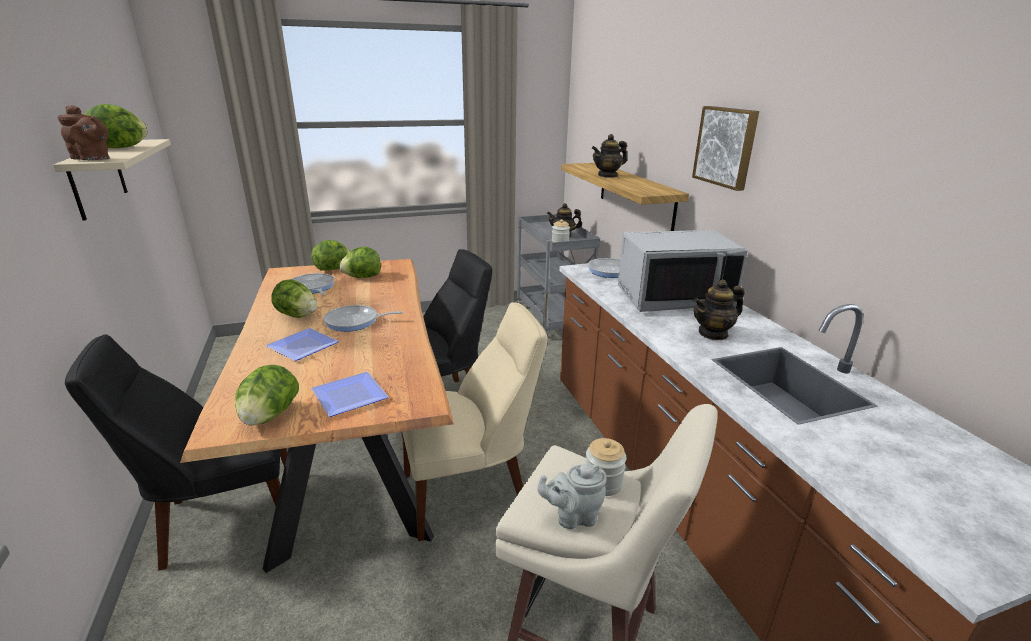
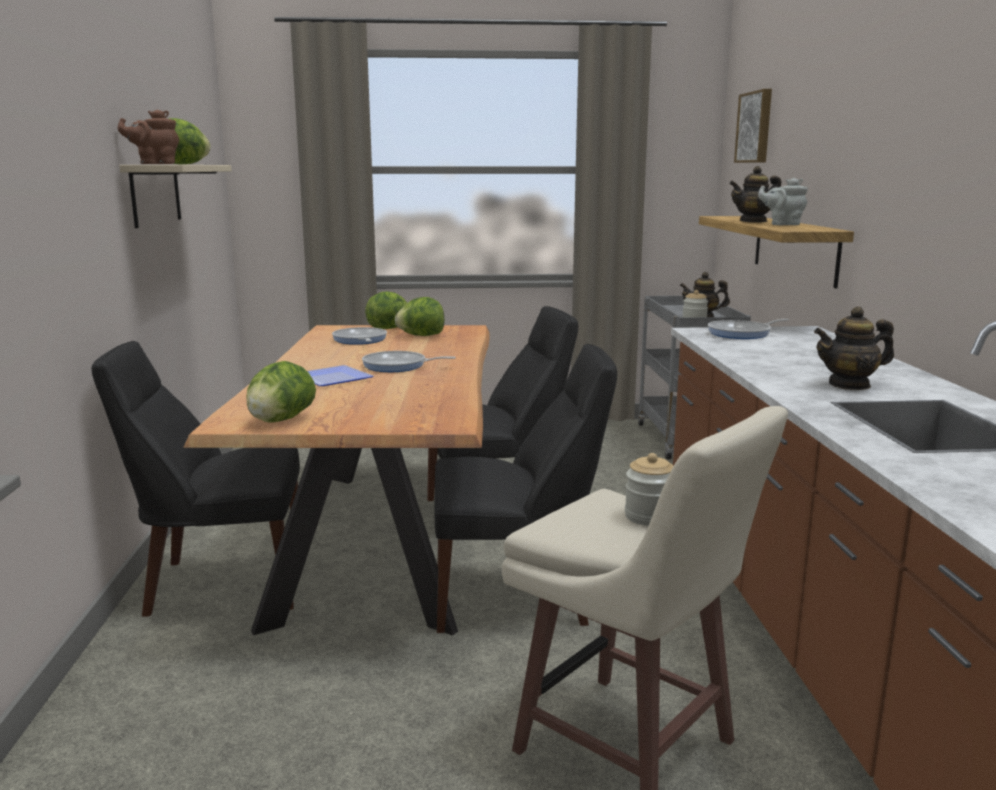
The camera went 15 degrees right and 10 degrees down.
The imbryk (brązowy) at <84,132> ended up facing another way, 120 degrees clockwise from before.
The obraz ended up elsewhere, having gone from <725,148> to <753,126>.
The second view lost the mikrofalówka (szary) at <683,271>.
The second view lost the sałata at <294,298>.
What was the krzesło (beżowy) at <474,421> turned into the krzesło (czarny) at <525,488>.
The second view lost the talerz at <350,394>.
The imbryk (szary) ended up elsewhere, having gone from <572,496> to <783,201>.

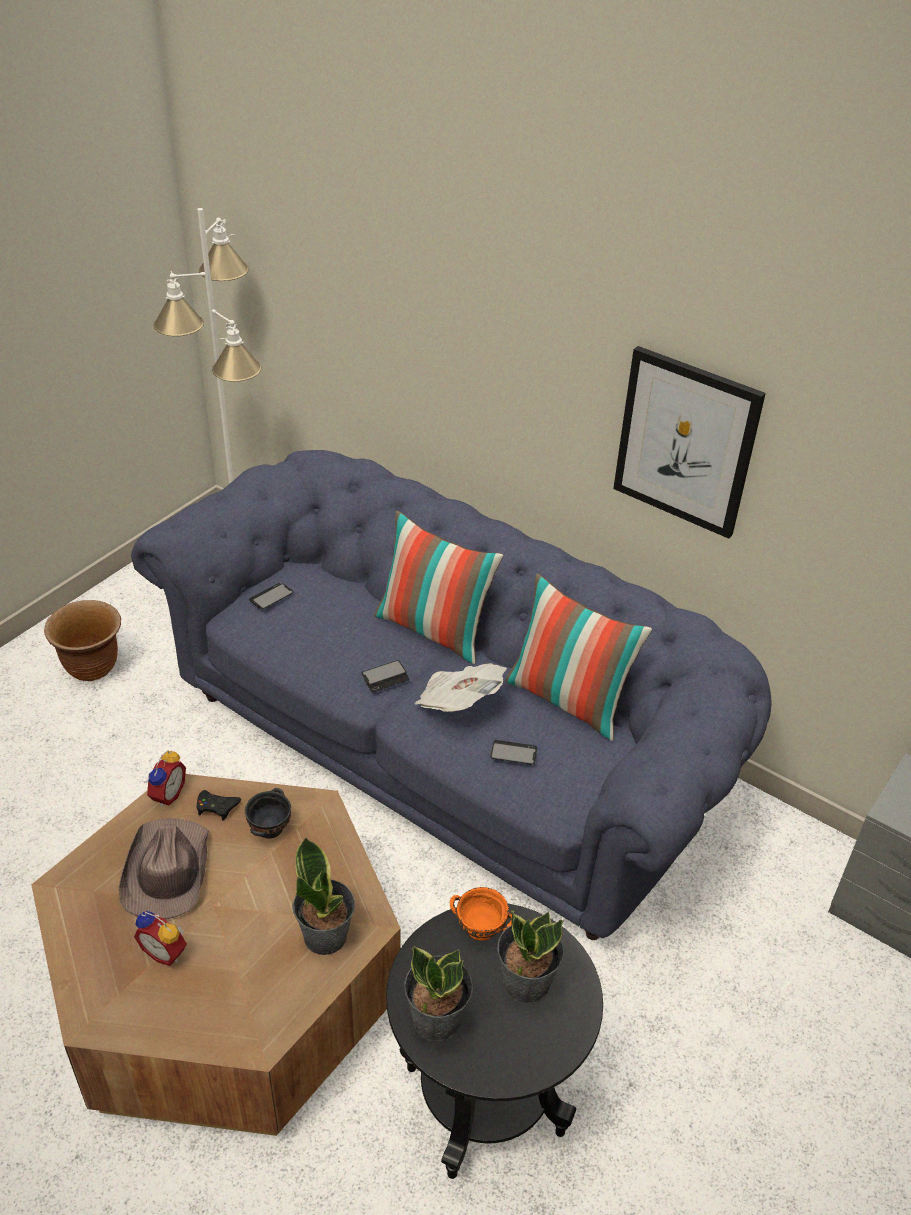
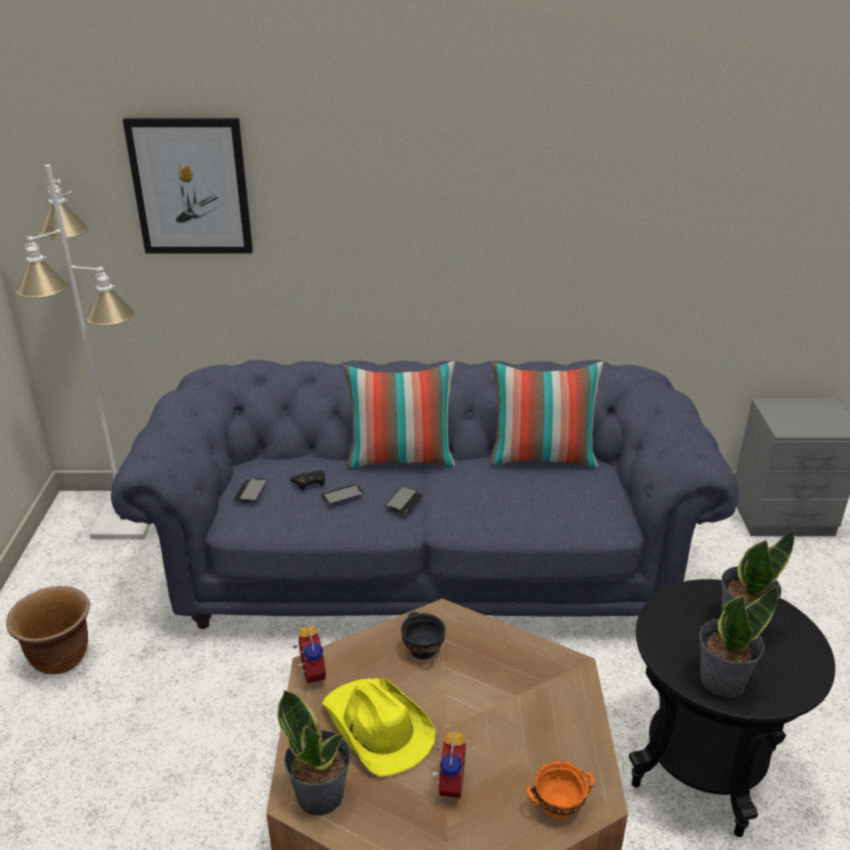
The camera went 35 degrees left and 10 degrees down.
The obraz ended up elsewhere, having gone from <689,442> to <188,186>.
The second view lost the gazeta at <461,687>.
The telefon ended up elsewhere, having gone from <513,752> to <342,494>.
The pad do gier (czarny) ended up elsewhere, having gone from <219,805> to <307,480>.
What was the kapelusz (brązowy) at <164,869> turned into the kapelusz (żółty) at <378,727>.
The roślina doniczkowa ended up elsewhere, having gone from <323,896> to <314,752>.
The miska (pomarańczowy) ended up elsewhere, having gone from <481,914> to <560,790>.
The budzik at <160,938> ended up facing another way, 75 degrees counterclockwise from before.

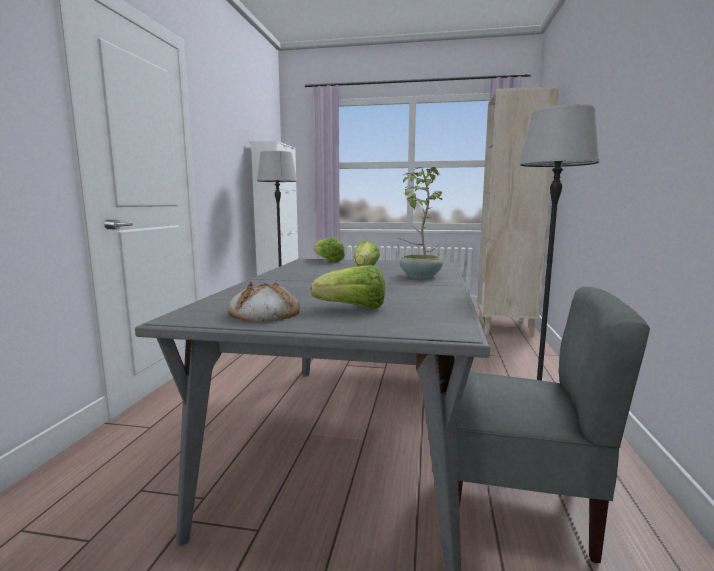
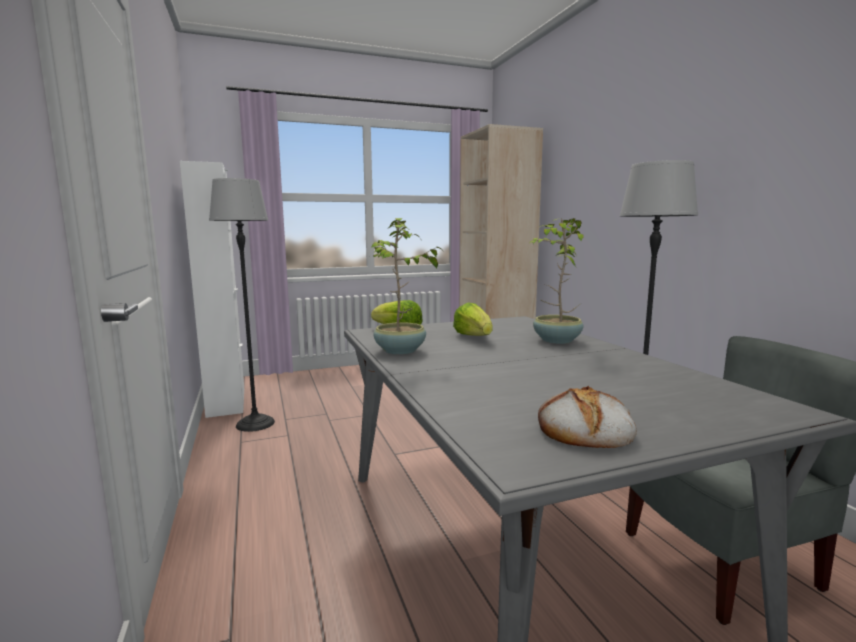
The camera went 30 degrees left and 0 degrees up.
The second view lost the sałata at <348,286>.
The second view gained the roślina doniczkowa at <408,286>.

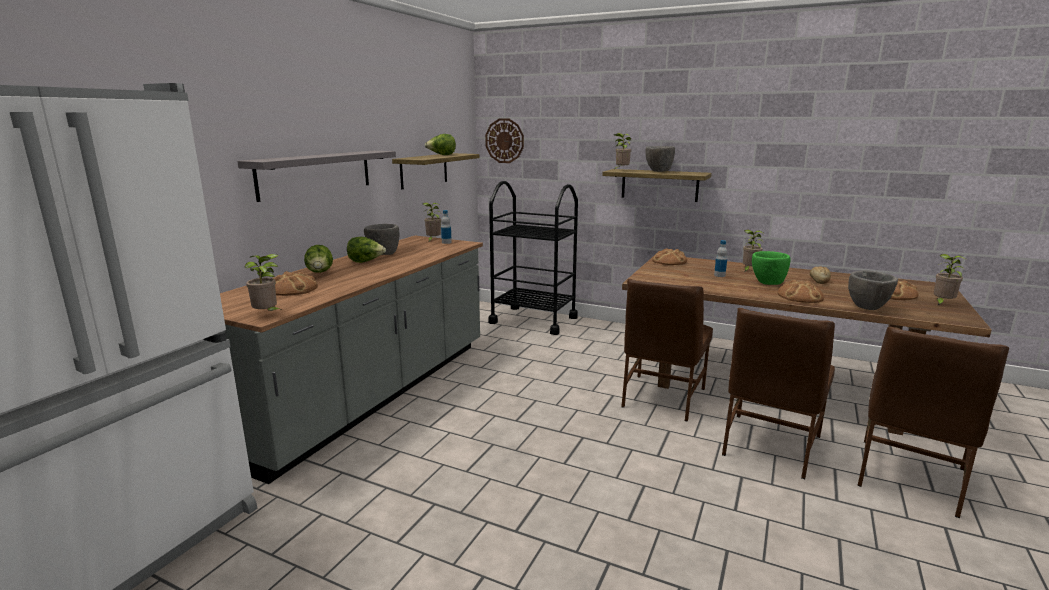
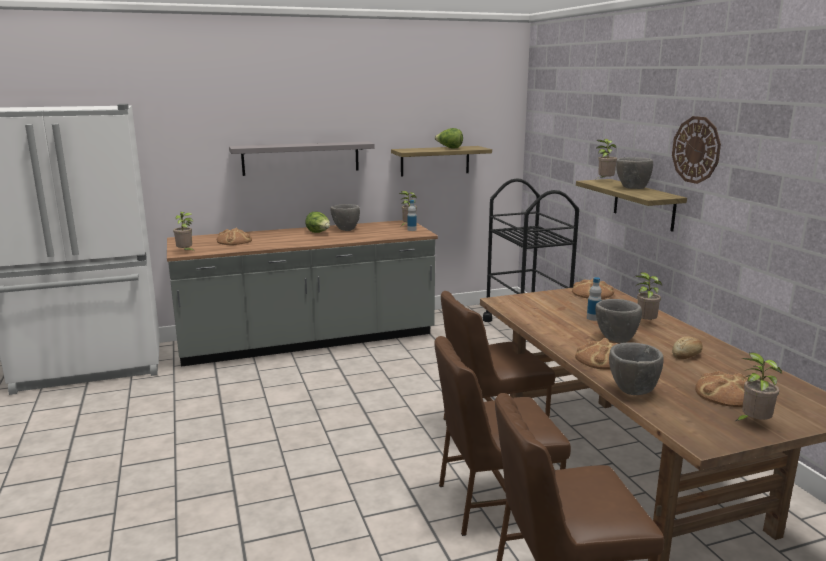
The camera went 45 degrees right and 0 degrees up.
The zegar ścienny ended up elsewhere, having gone from <504,141> to <696,150>.
The second view lost the sałata at <318,259>.
What was the miska (zielony) at <771,268> turned into the miska (szary) at <618,321>.

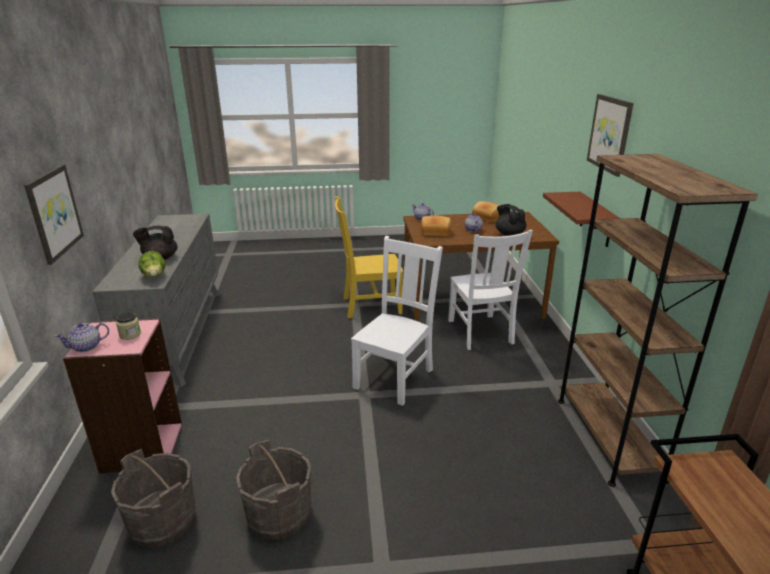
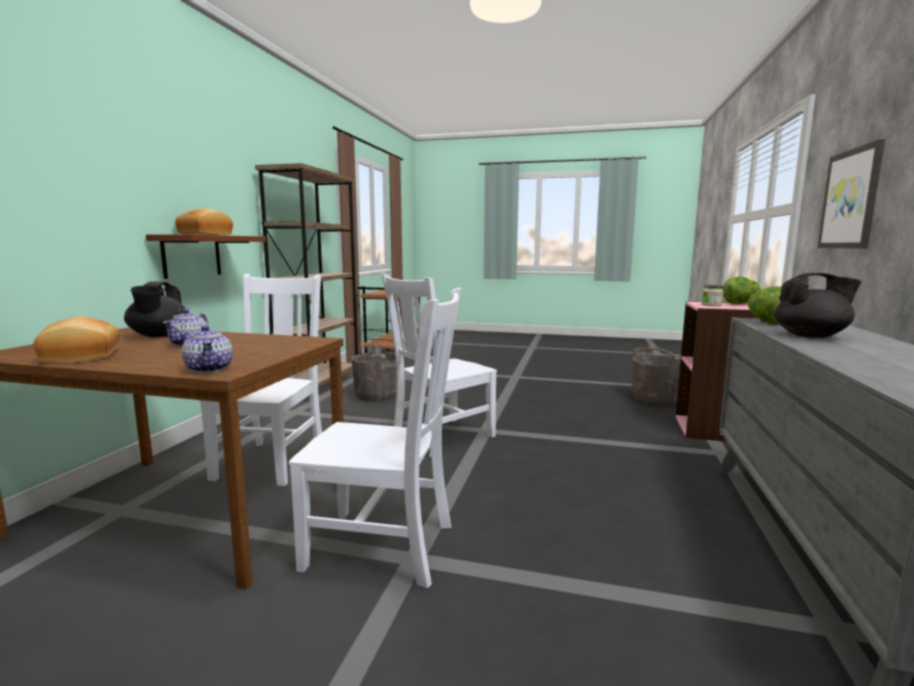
The camera went 160 degrees left and 15 degrees down.
The second view lost the obraz at <610,135>.
What was the krzesło (żółty) at <369,257> turned into the krzesło (biały) at <375,438>.
The chleb ended up elsewhere, having gone from <436,225> to <204,221>.
Where the imbryk stood at <82,337>, the sałata came to stand at <743,290>.
The wiadro (szary) ended up elsewhere, having gone from <273,490> to <374,373>.

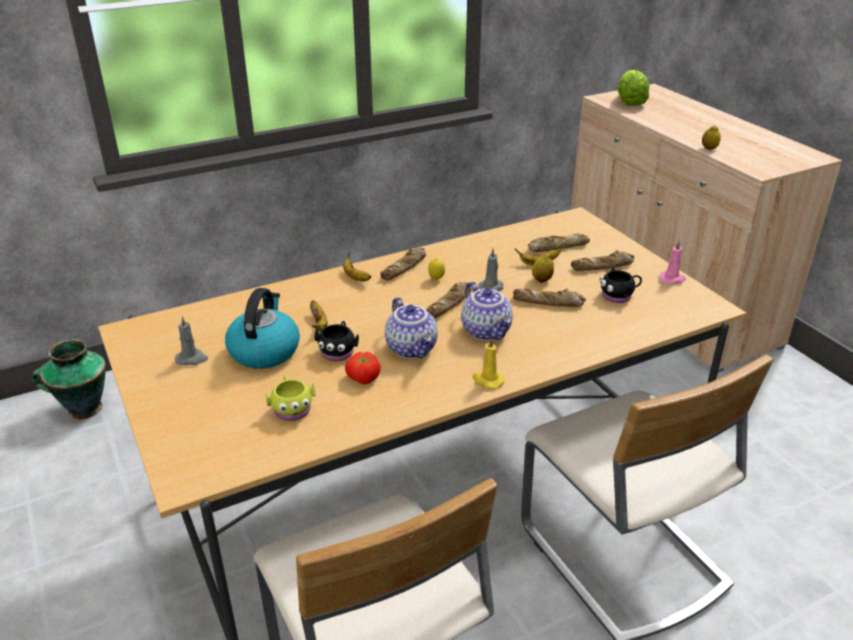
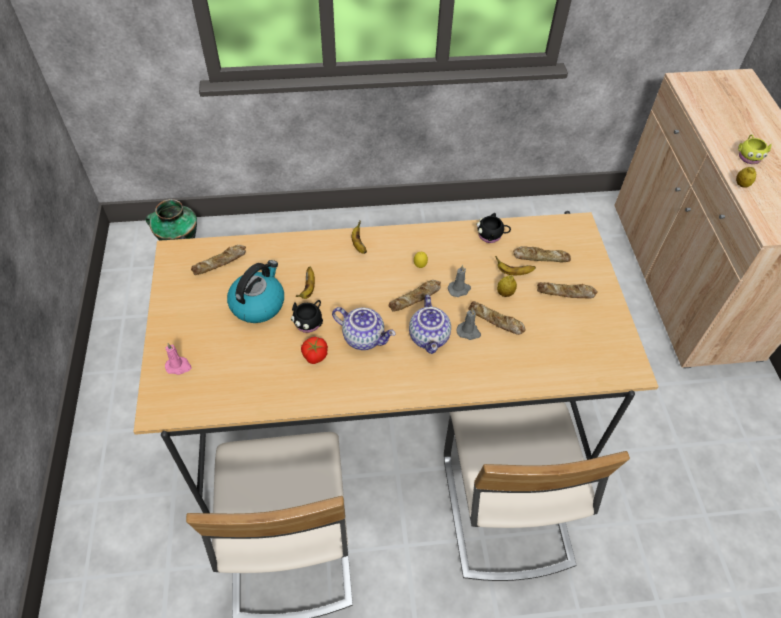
The camera went 20 degrees right and 20 degrees up.
The second view lost the sałata at <634,88>.
The świeca (różowy) ended up elsewhere, having gone from <672,262> to <178,359>.
The chleb ended up elsewhere, having gone from <403,263> to <218,260>.
The kubek (czarny) ended up elsewhere, having gone from <621,285> to <493,228>.
The imbryk at <411,328> ended up facing another way, 60 degrees counterclockwise from before.
The świeca (szary) ended up elsewhere, having gone from <191,340> to <468,324>.
The second view lost the świeca (żółty) at <489,363>.
The kubek (żółty) ended up elsewhere, having gone from <290,398> to <754,149>.

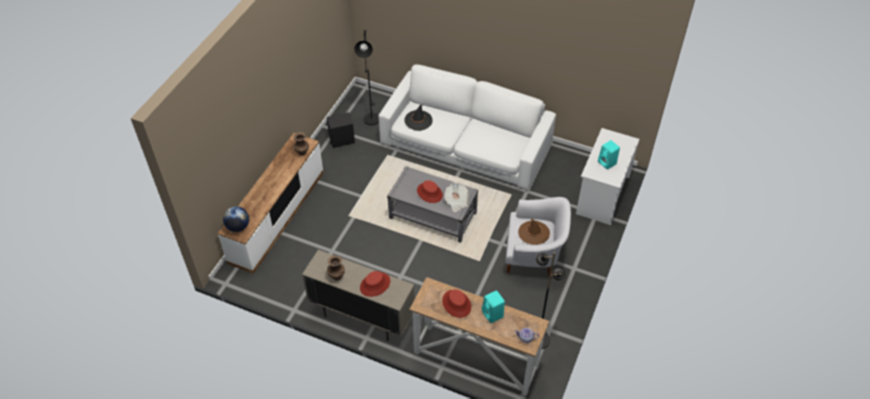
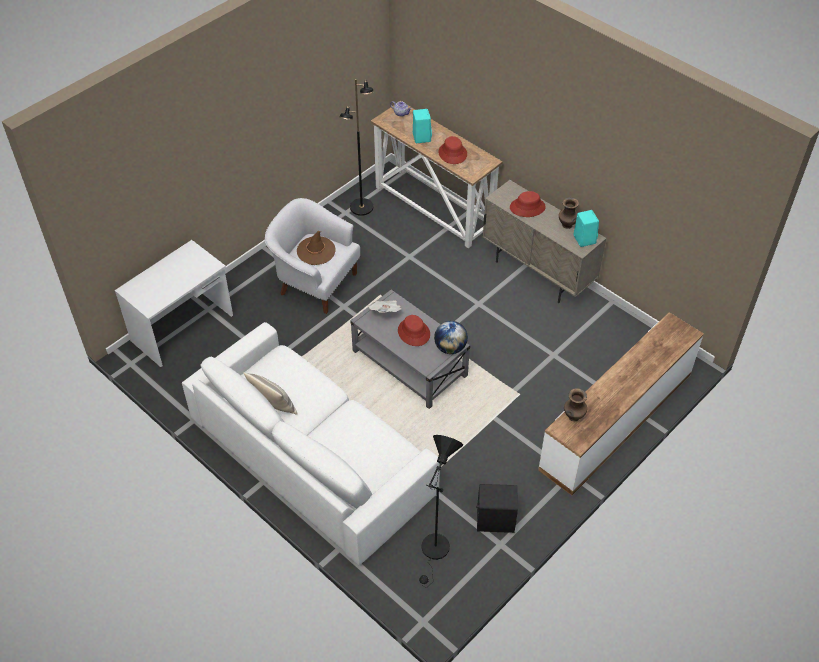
The camera went 160 degrees left and 0 degrees up.
The second view lost the kapelusz (czarny) at <418,117>.
The głośnik (turkusowy) ended up elsewhere, having gone from <609,155> to <586,228>.
The globus ended up elsewhere, having gone from <236,219> to <451,337>.
The second view gained the poduszka at <270,393>.

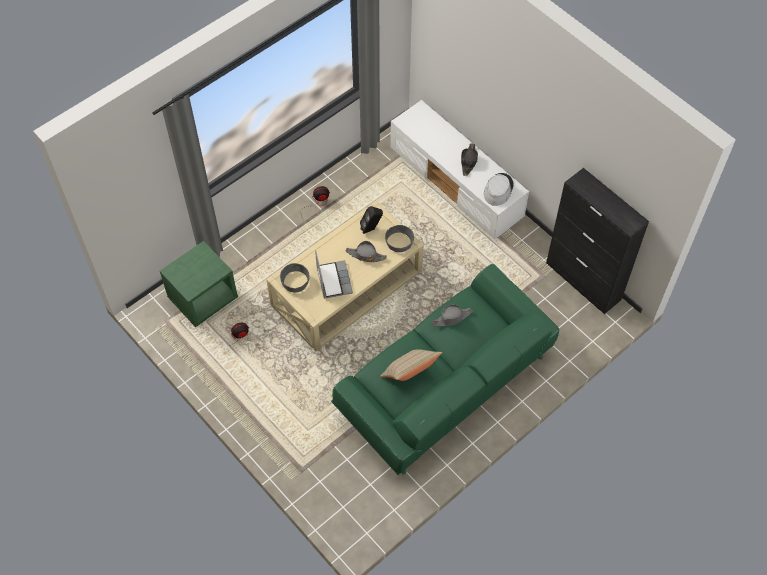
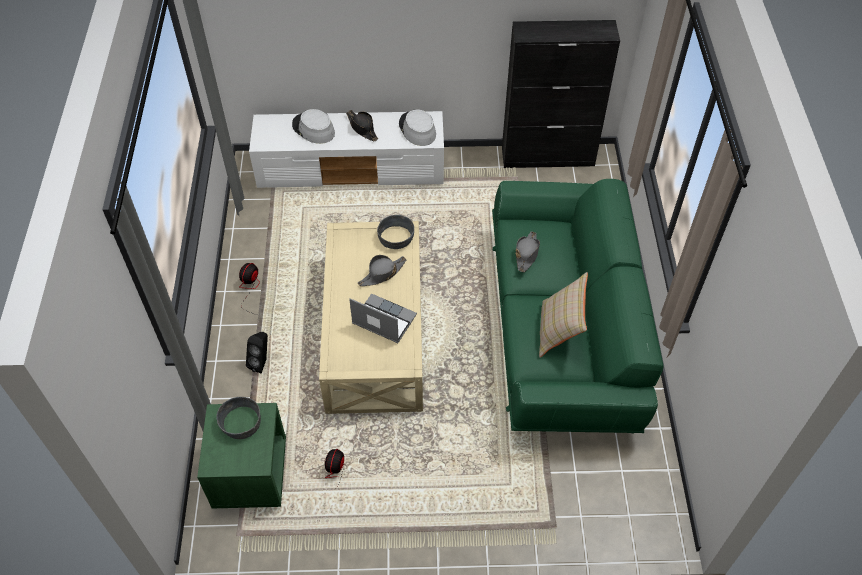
The camera went 50 degrees left and 5 degrees down.
The głośnik (czarny) ended up elsewhere, having gone from <371,220> to <257,353>.
The miska (szary) ended up elsewhere, having gone from <295,278> to <239,418>.
The second view gained the kapelusz (szary) at <313,126>.

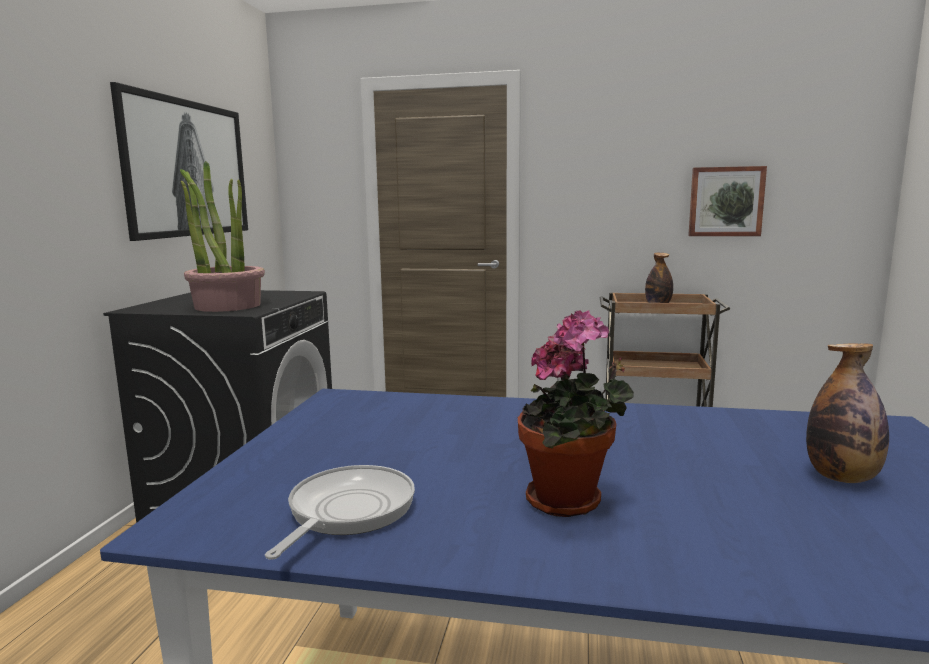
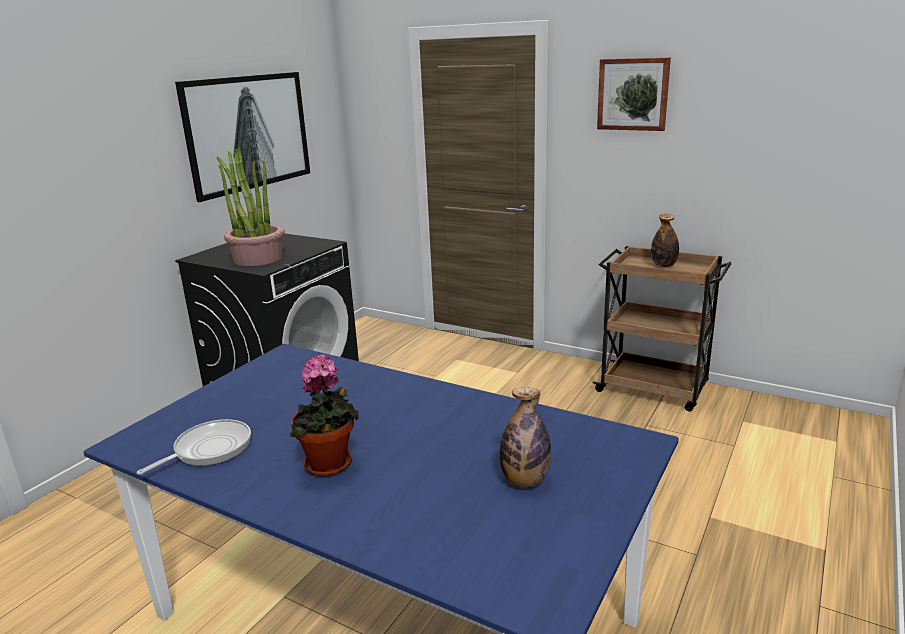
The camera went 20 degrees right and 10 degrees up.
The obraz ended up elsewhere, having gone from <727,201> to <634,94>.

